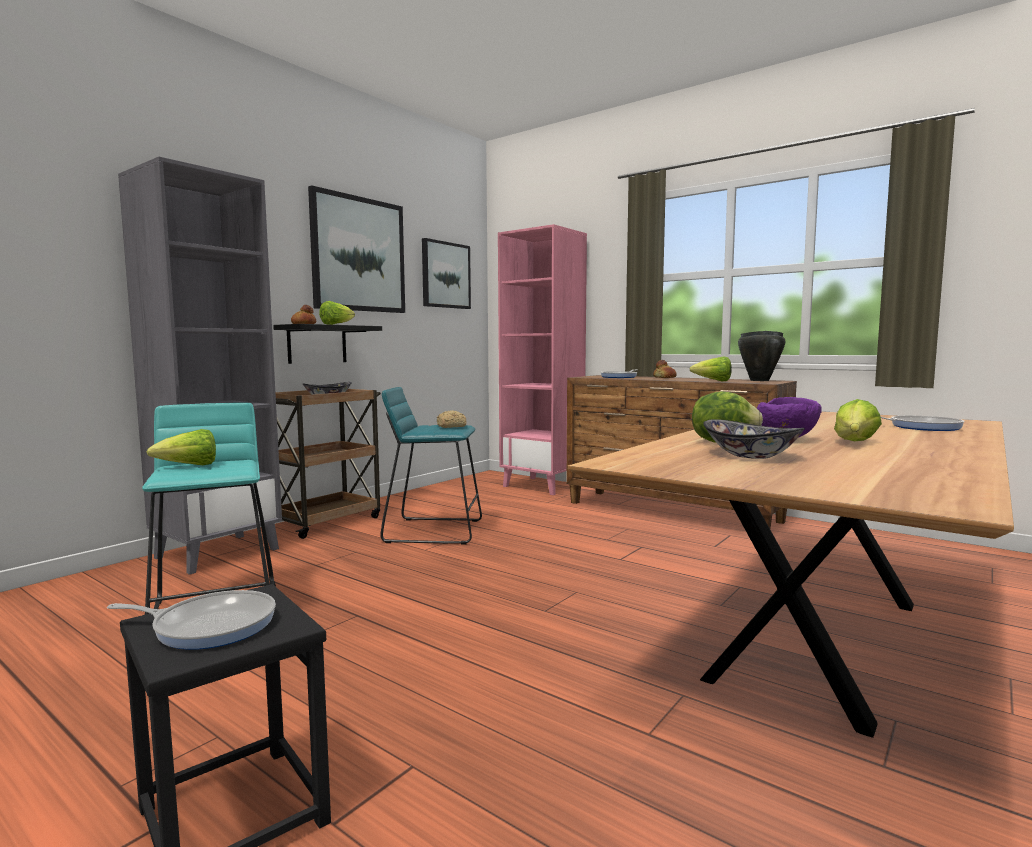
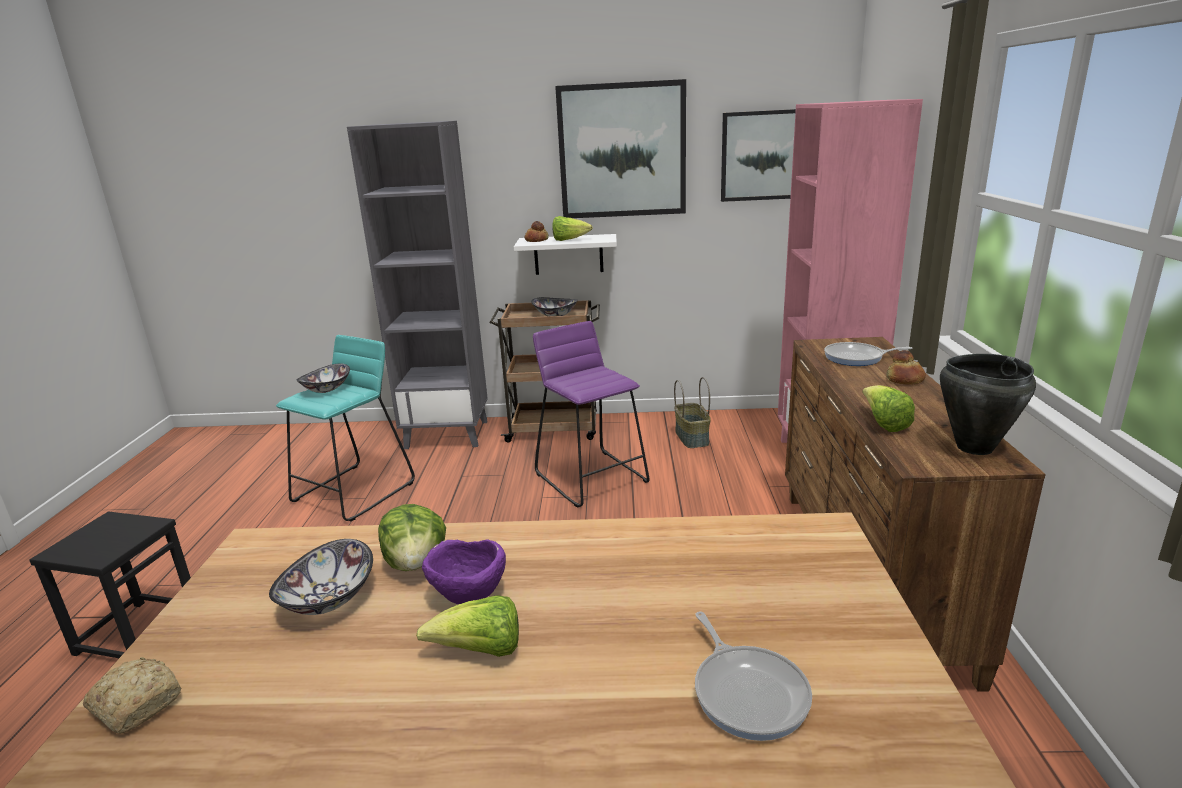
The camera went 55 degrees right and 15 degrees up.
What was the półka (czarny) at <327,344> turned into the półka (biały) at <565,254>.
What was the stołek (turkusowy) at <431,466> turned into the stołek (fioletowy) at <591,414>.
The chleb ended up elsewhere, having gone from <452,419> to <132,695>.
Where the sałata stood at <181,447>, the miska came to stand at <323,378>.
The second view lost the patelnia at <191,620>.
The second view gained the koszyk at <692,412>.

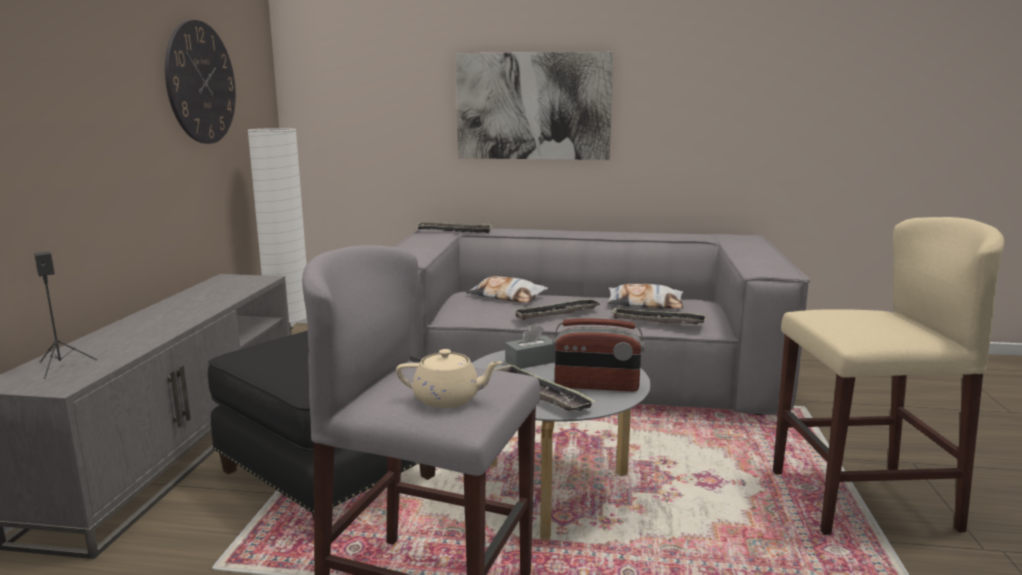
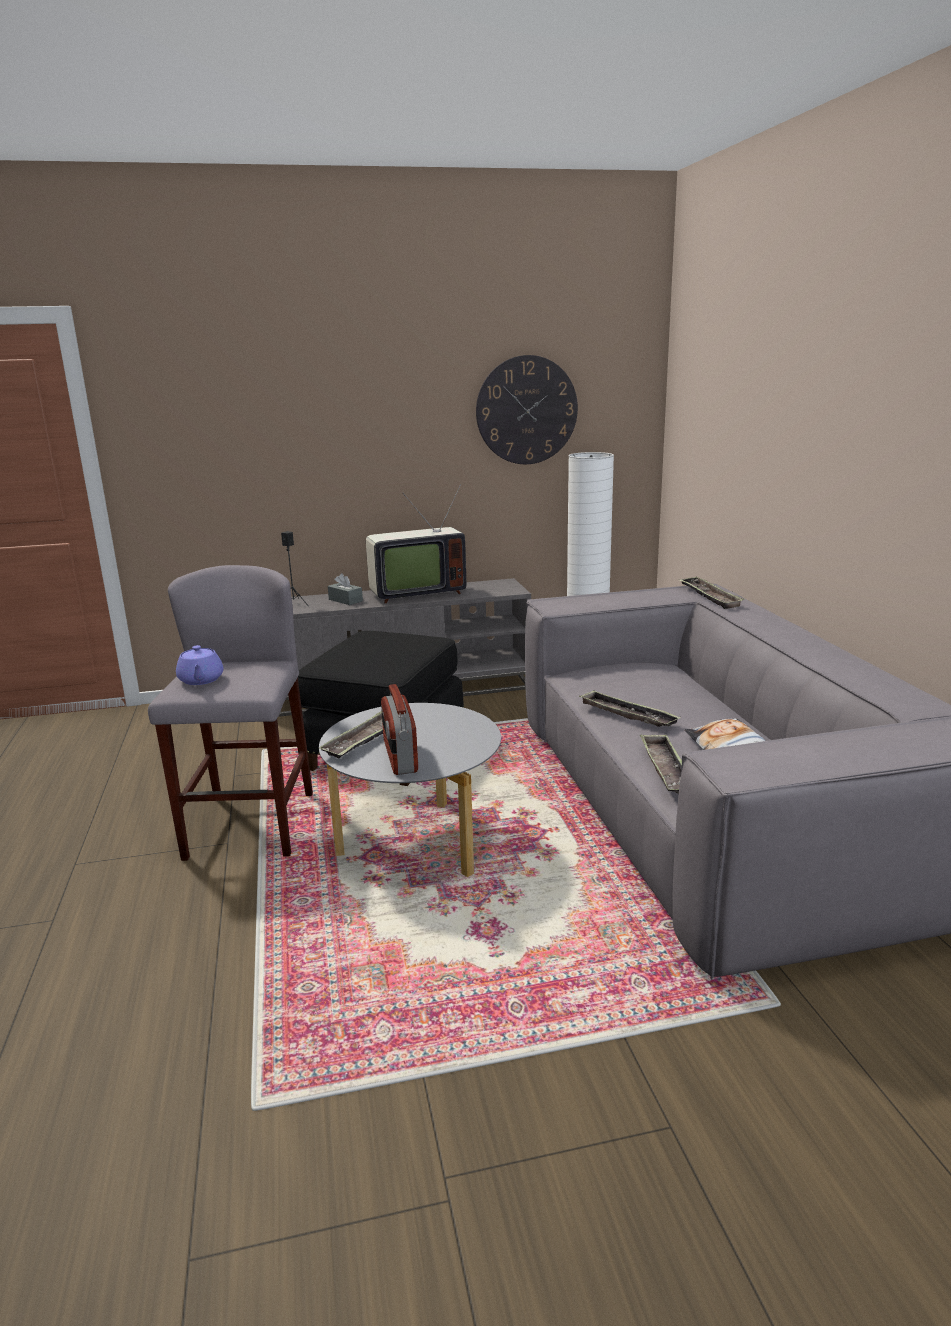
The camera went 70 degrees right and 5 degrees up.
The second view lost the obraz at <534,106>.
The second view lost the stołek (beżowy) at <888,376>.
The second view lost the poduszka at <507,289>.
The pudełko chusteczek (szary) ended up elsewhere, having gone from <530,346> to <345,589>.
What was the imbryk (beżowy) at <449,378> turned into the imbryk (fioletowy) at <200,665>.
The second view gained the telewizor at <416,544>.

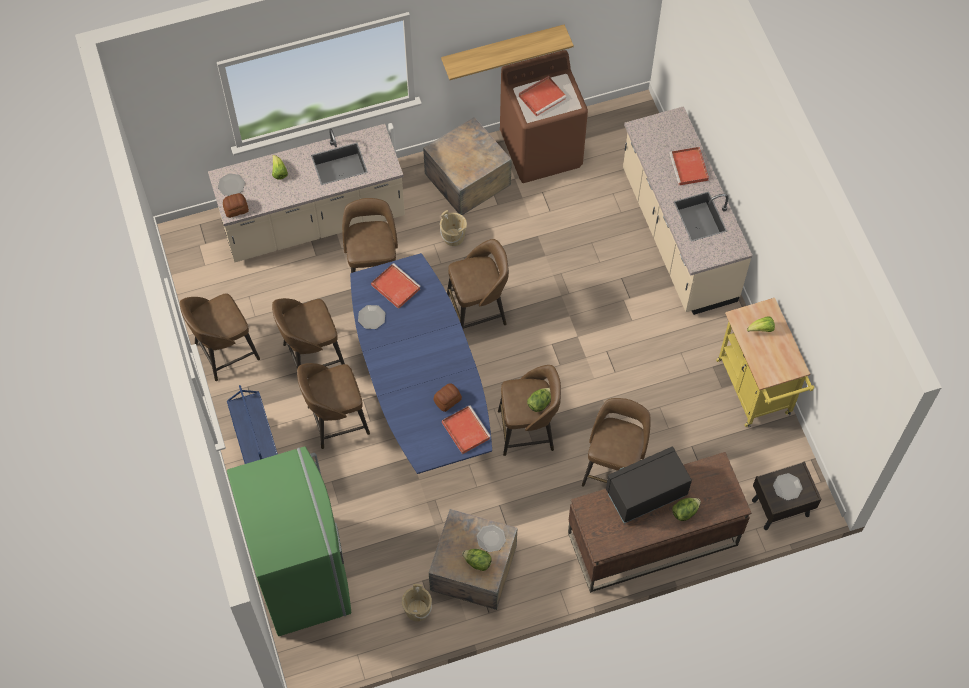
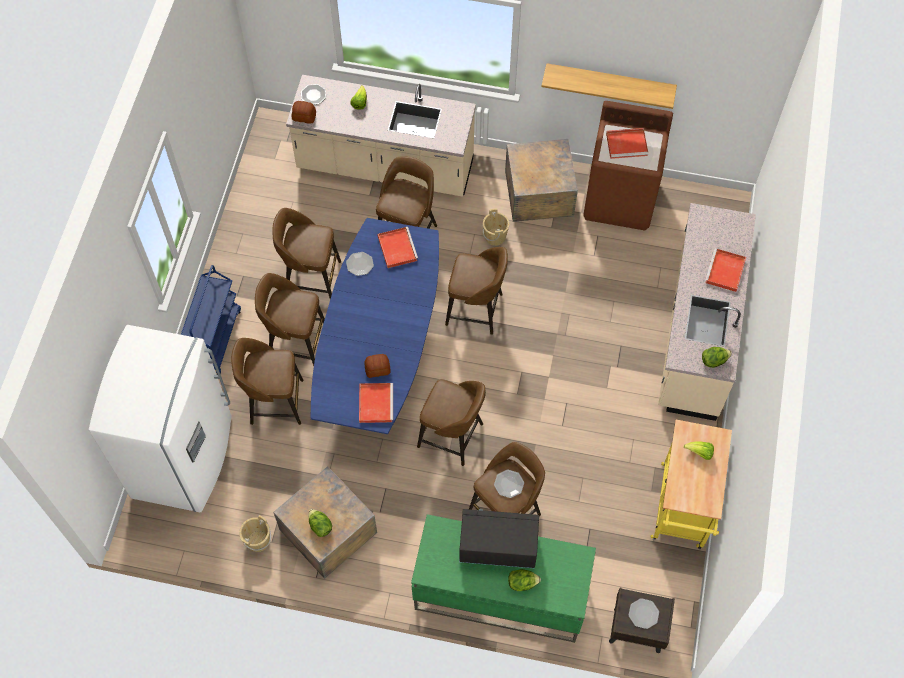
The camera went 30 degrees right and 0 degrees up.
The stołek (brązowy) ended up elsewhere, having gone from <220,337> to <267,381>.
The sałata ended up elsewhere, having gone from <539,400> to <717,357>.
What was the lodówka (zielony) at <289,541> turned into the lodówka (biały) at <160,418>.
What was the biurko (brązowy) at <659,522> turned into the biurko (zielony) at <503,578>.
The talerz ended up elsewhere, having gone from <491,538> to <509,484>.

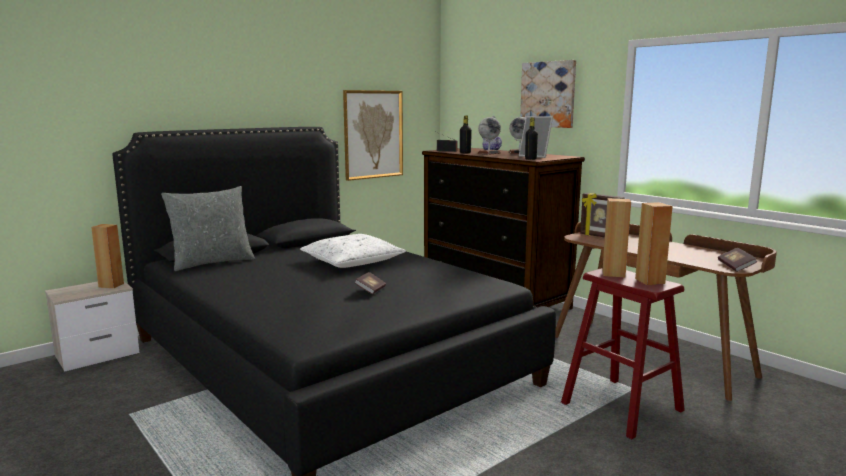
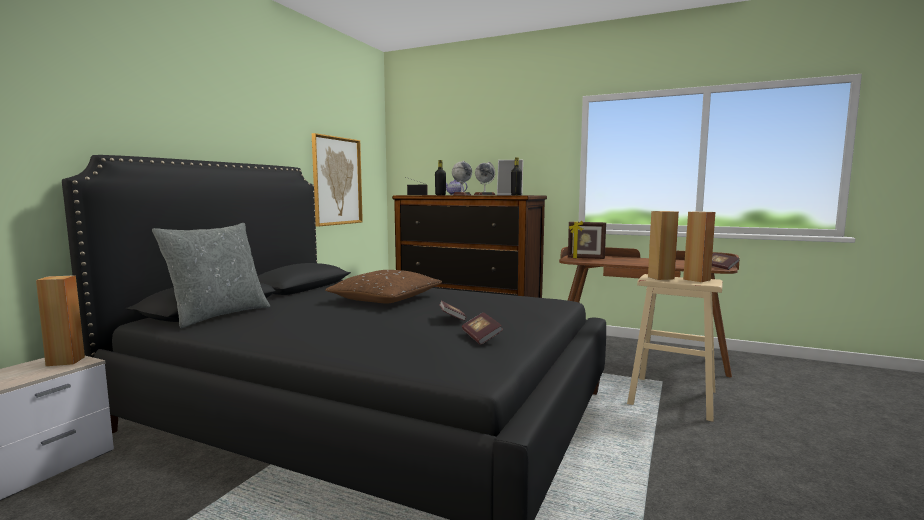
The camera went 25 degrees left and 5 degrees down.
The second view lost the obraz at <548,94>.
What was the poduszka (biały) at <353,251> turned into the poduszka (brązowy) at <383,287>.
What was the stołek (czerwony) at <623,353> turned into the stołek (beżowy) at <675,348>.
The second view gained the książka at <482,328>.

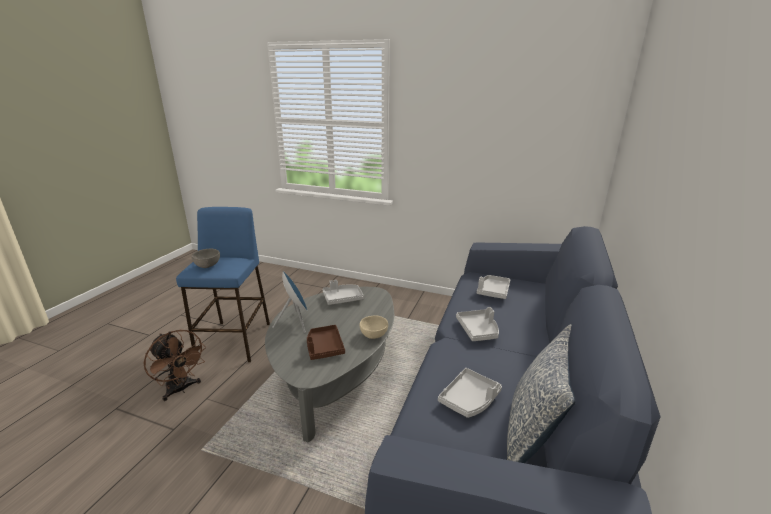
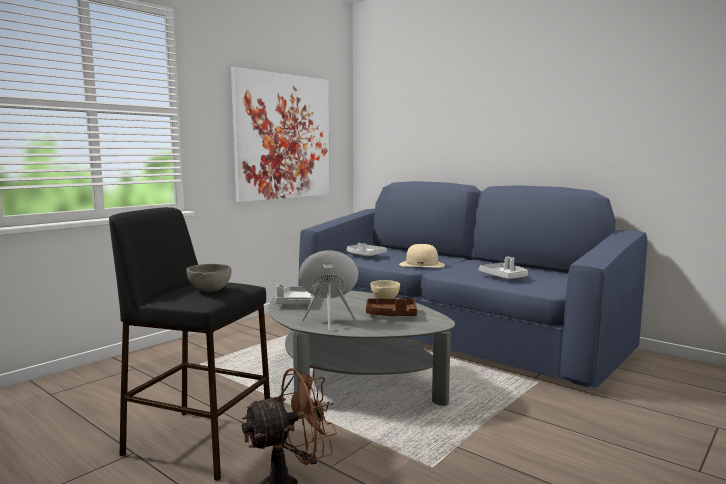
The camera went 70 degrees left and 15 degrees down.
What was the stołek (niebieski) at <223,284> turned into the stołek (czarny) at <189,344>.
Where the taca (szary) stood at <477,324>, the kapelusz (beżowy) came to stand at <422,256>.
The second view lost the poduszka at <541,393>.
The second view gained the obraz at <280,134>.

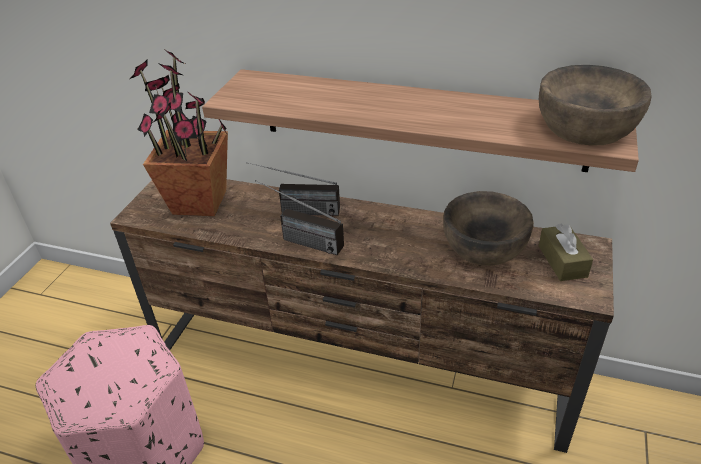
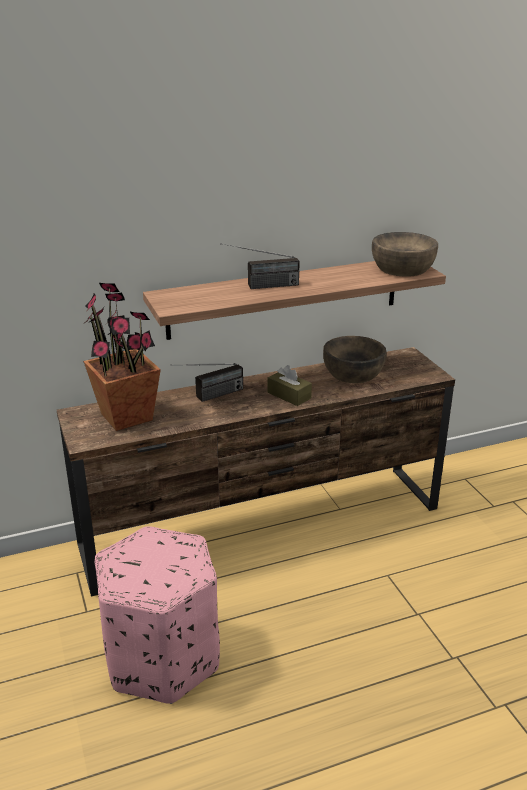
The camera went 40 degrees left and 10 degrees down.
The radio ended up elsewhere, having gone from <299,217> to <260,266>.
The pudełko chusteczek (brązowy) ended up elsewhere, having gone from <566,252> to <290,385>.

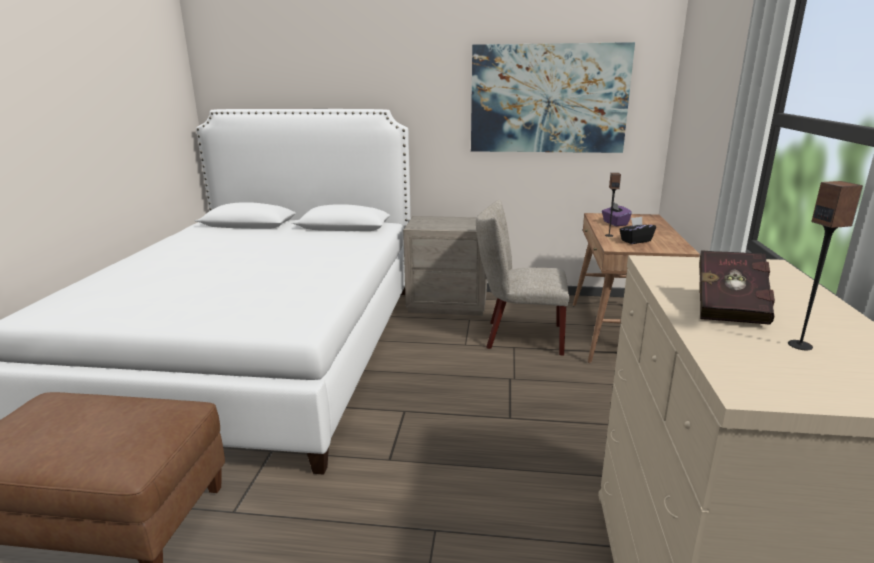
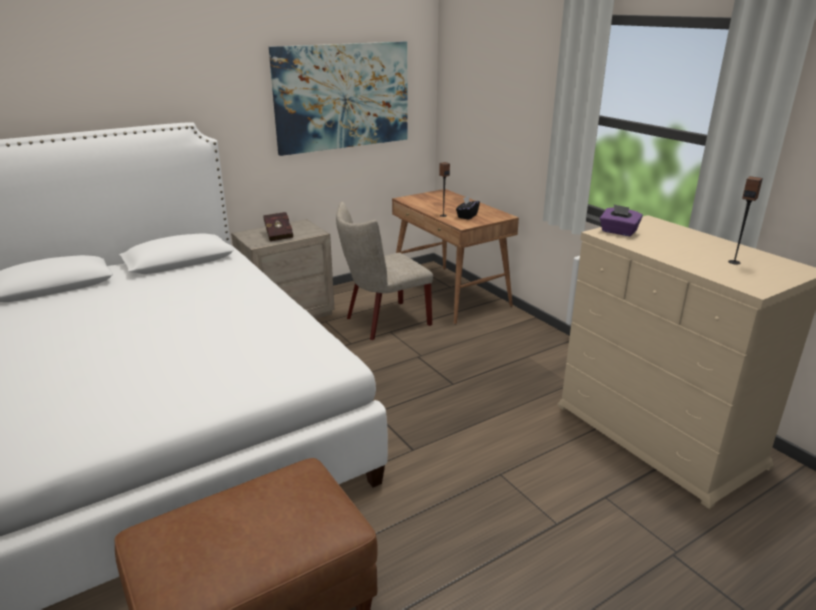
The camera went 40 degrees left and 5 degrees up.
The pudełko chusteczek (fioletowy) ended up elsewhere, having gone from <617,214> to <621,220>.
The książka (czerwony) ended up elsewhere, having gone from <737,287> to <278,226>.

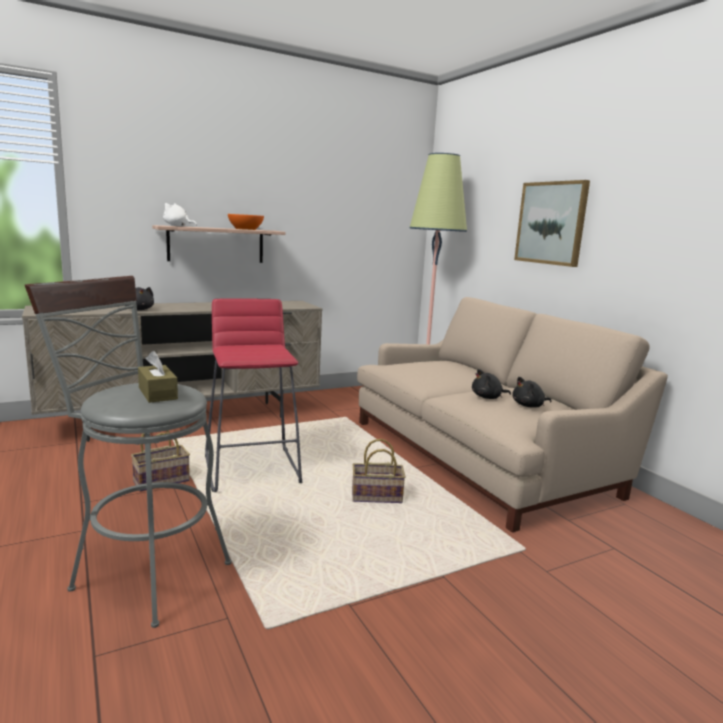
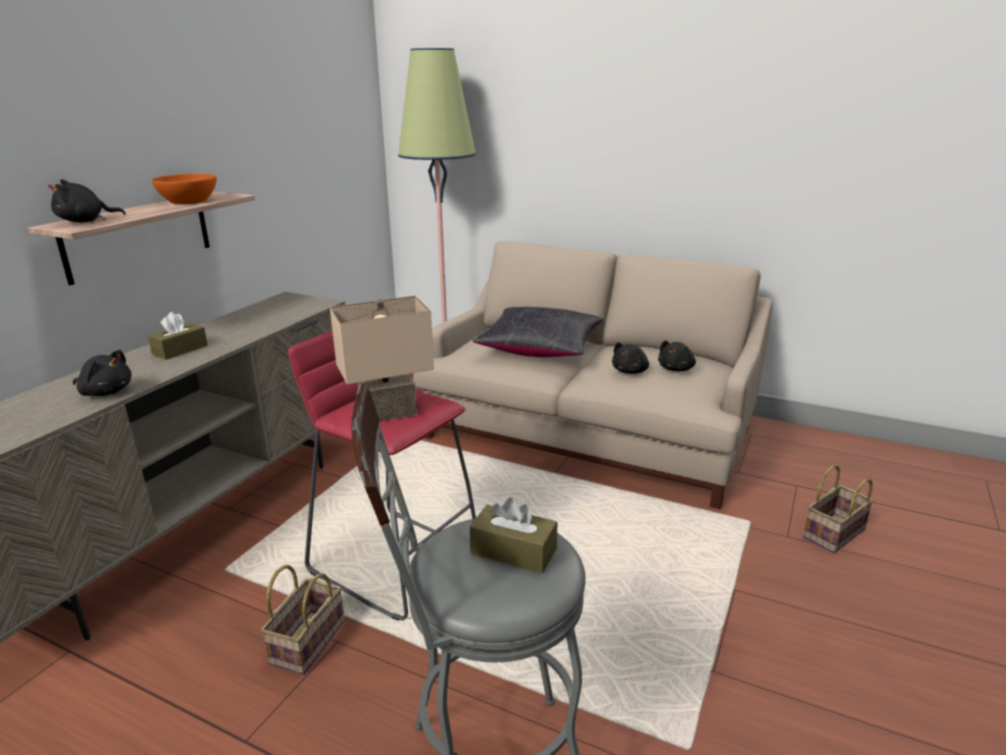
The camera went 35 degrees left and 10 degrees up.
The second view lost the obraz at <552,223>.
What was the pluszak (biały) at <180,214> turned into the pluszak (czarny) at <87,200>.
The koszyk ended up elsewhere, having gone from <379,471> to <838,509>.
The second view gained the lampa stołowa (beżowy) at <382,359>.
The second view gained the poduszka (czarny) at <538,332>.
The second view gained the pudełko chusteczek (brązowy) at <178,336>.

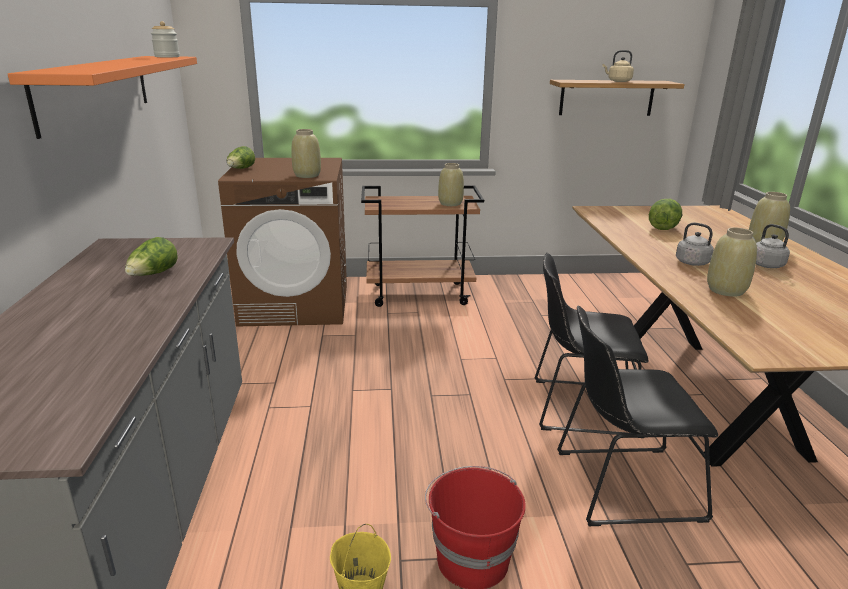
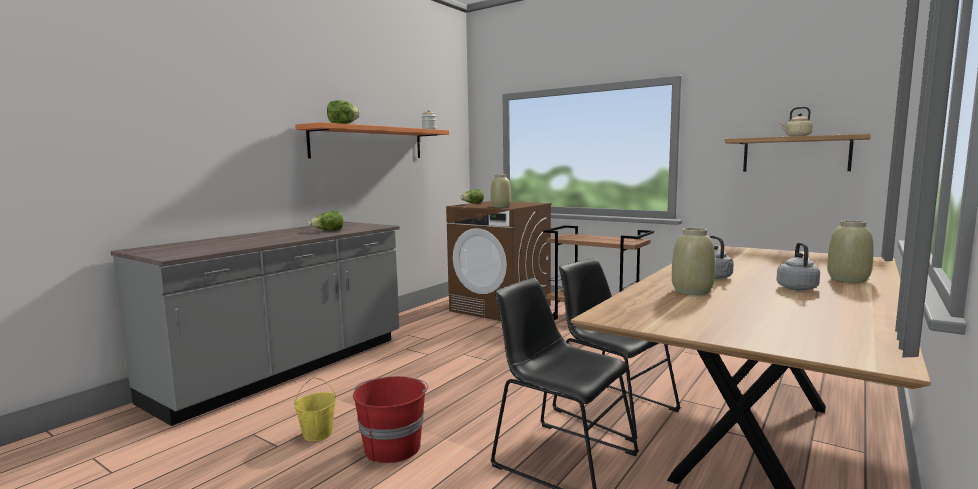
The camera went 40 degrees right and 15 degrees down.
The second view lost the wazon (beżowy) at <451,184>.
The sałata ended up elsewhere, having gone from <665,214> to <343,112>.

